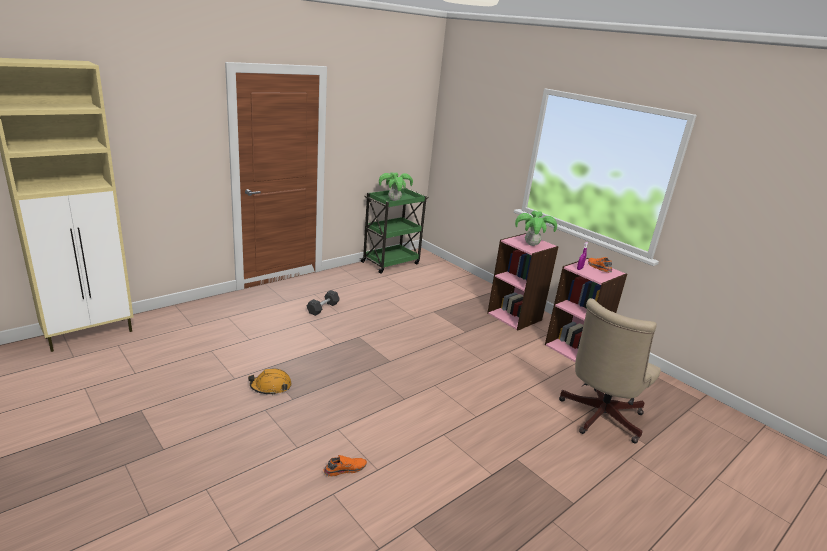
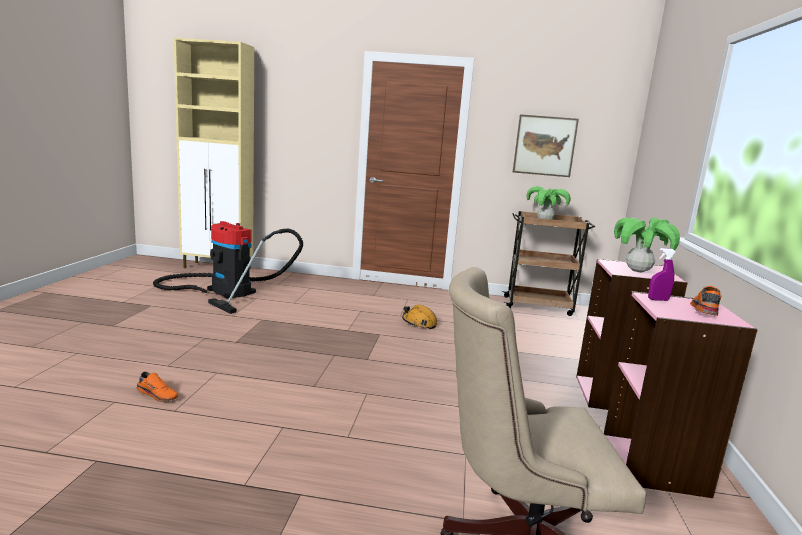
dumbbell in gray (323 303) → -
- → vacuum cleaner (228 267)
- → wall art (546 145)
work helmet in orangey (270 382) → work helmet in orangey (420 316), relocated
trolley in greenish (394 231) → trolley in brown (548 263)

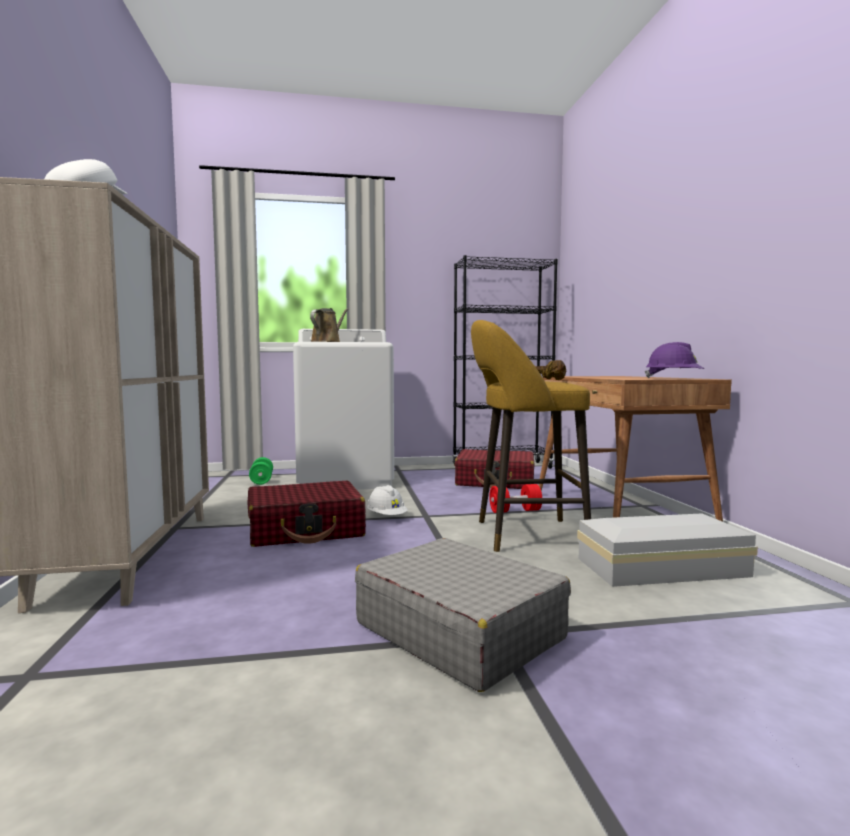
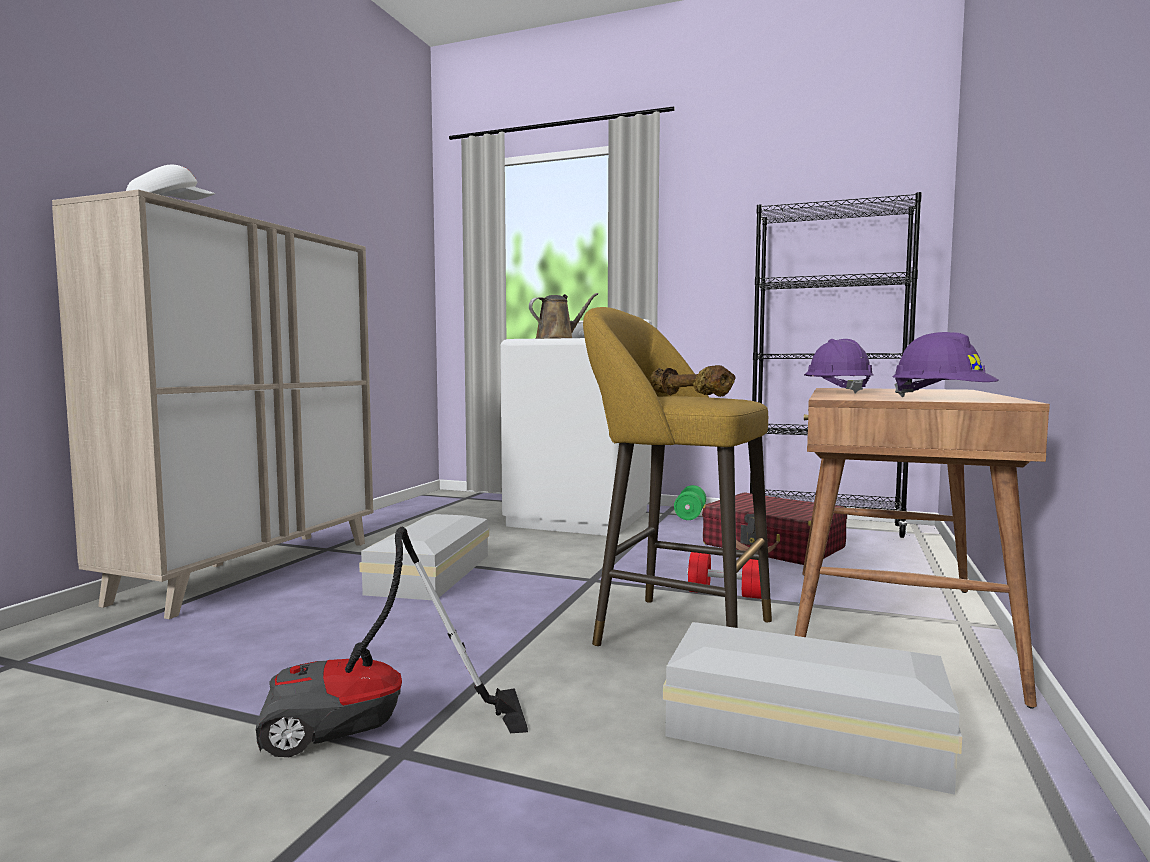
work helmet in white-coloured (387 500) → -
- → work helmet in purple-coloured (838 366)
dumbbell in greenish (261 471) → dumbbell in greenish (690 502), relocated
travel case in reddish (307 514) → storage container in white-coloured (424 557)
travel case in gray (463 615) → vacuum cleaner (391 642)

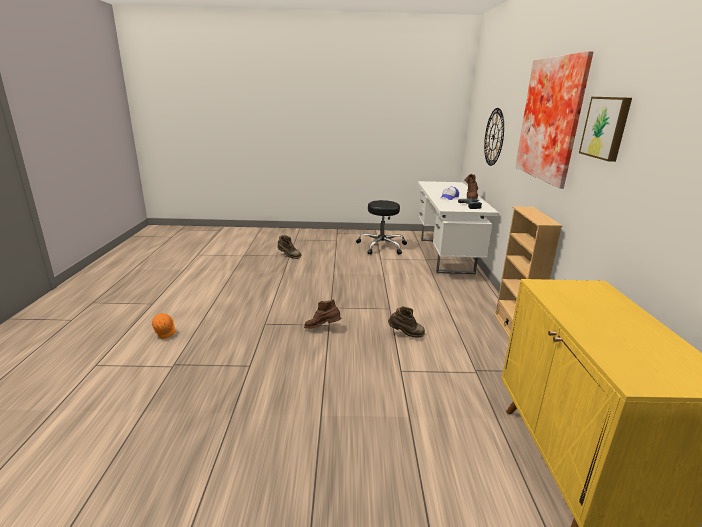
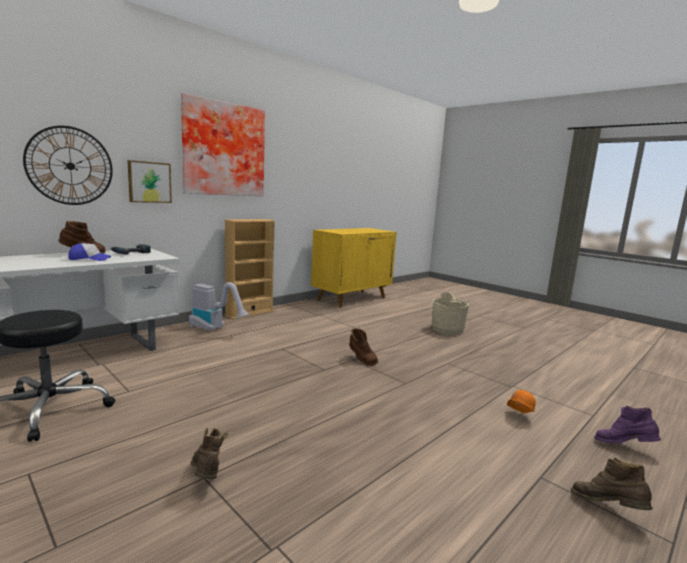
- → vacuum cleaner (219 307)
- → bucket in beige (450 313)
- → tall boot in purple-coloured (627 424)
tall boot in brown (406 321) → tall boot in brown (611 484), relocated
wall art (605 129) → wall art (149 181), relocated

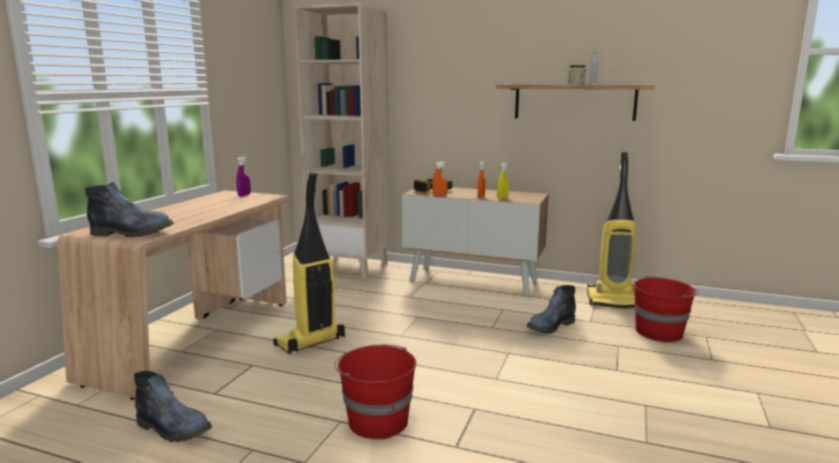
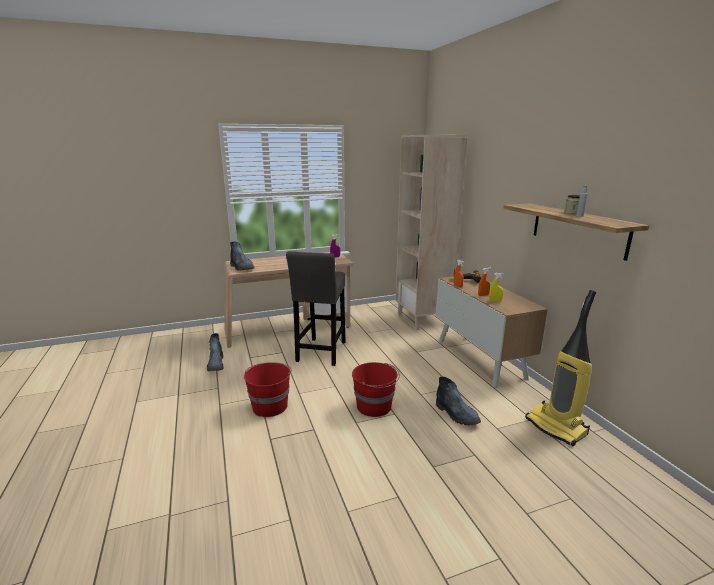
bucket in reddish (666 309) → bucket in reddish (376 389), relocated
vacuum cleaner (309 263) → sitting stool in gray (315 308)
tall boot (551 309) → tall boot (458 401), 135 degrees counterclockwise

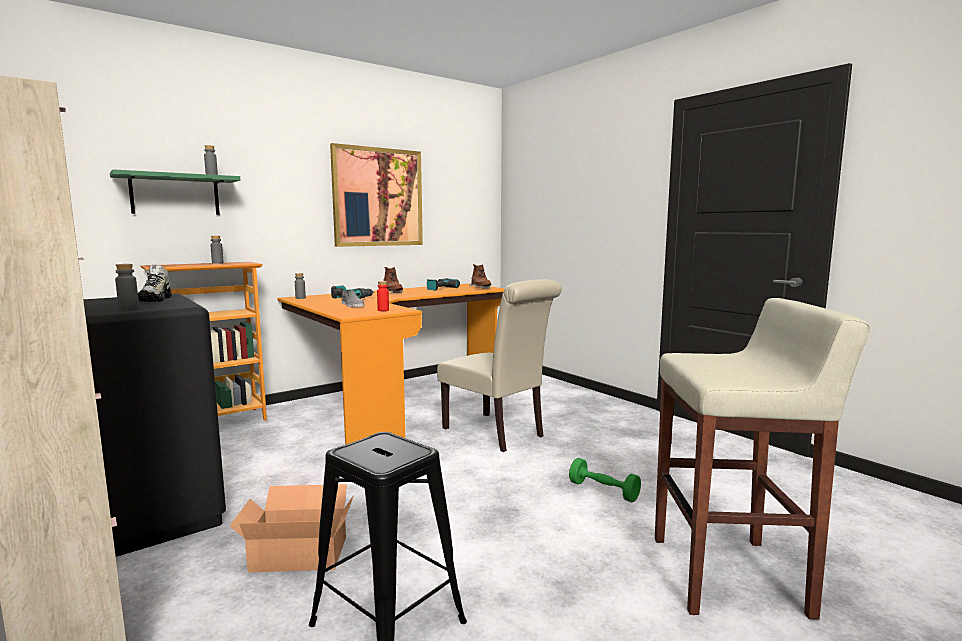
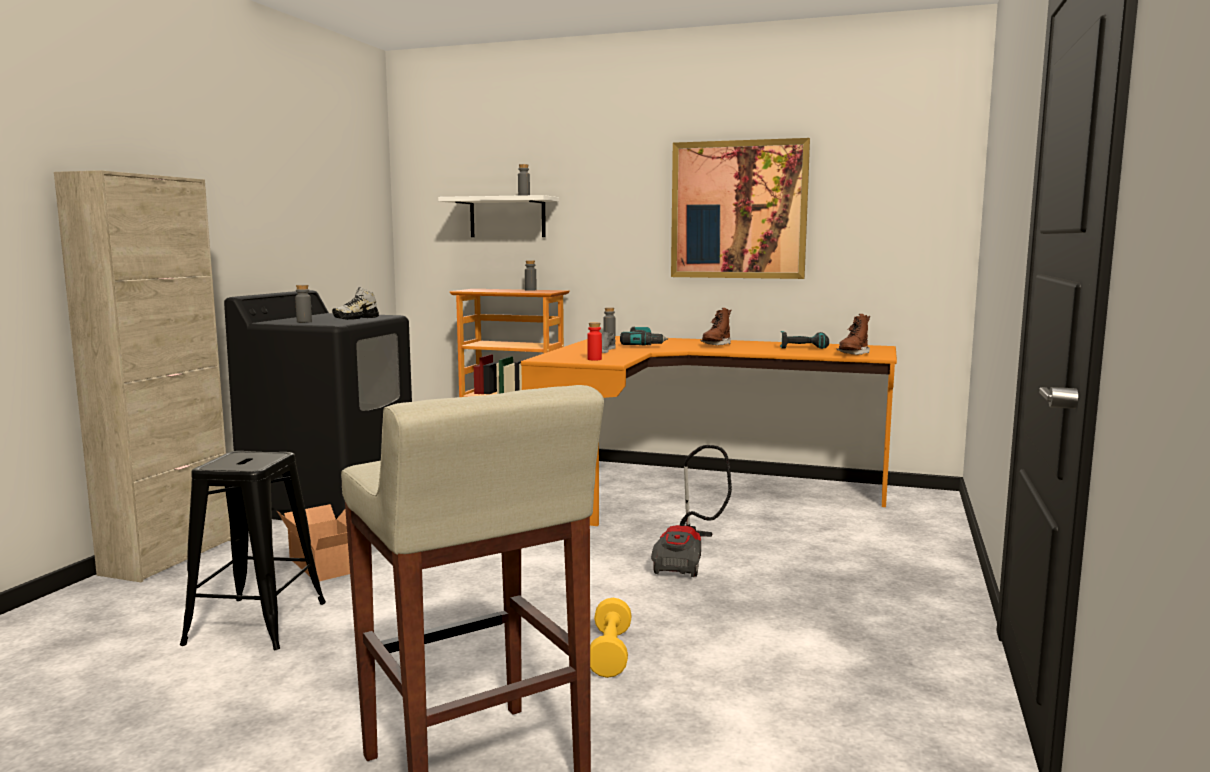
upright chair in beige (499 365) → vacuum cleaner (691 511)
bracket shelf in greenish (175 192) → bracket shelf in white-coloured (498 216)
dumbbell in greenish (605 480) → dumbbell in yellowish (611 638)

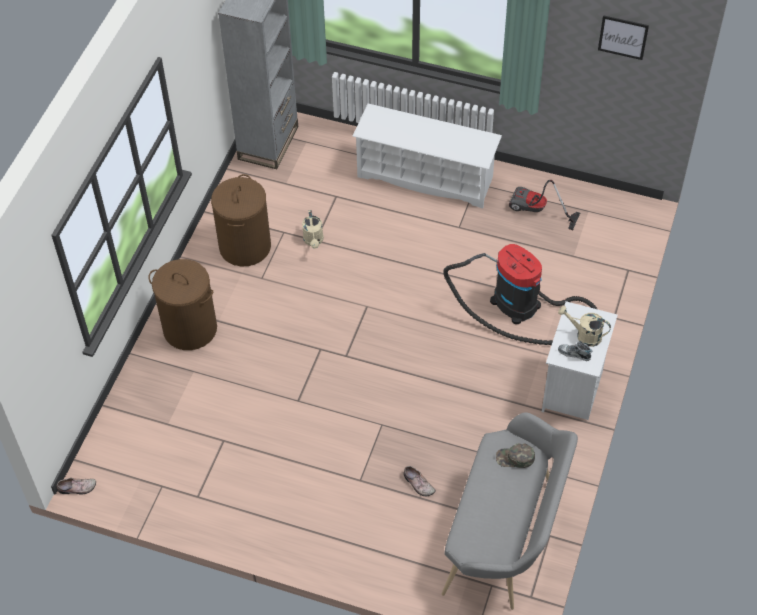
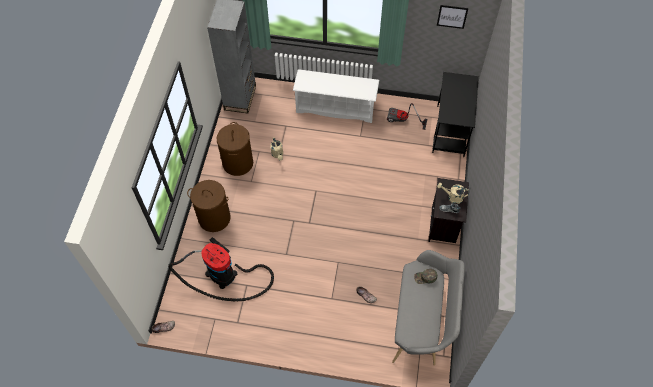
- → desk in black-coloured (455 114)
vacuum cleaner (520 294) → vacuum cleaner (221 269), relocated
nightstand in white-coloured (580 360) → nightstand in black-coloured (448 210)

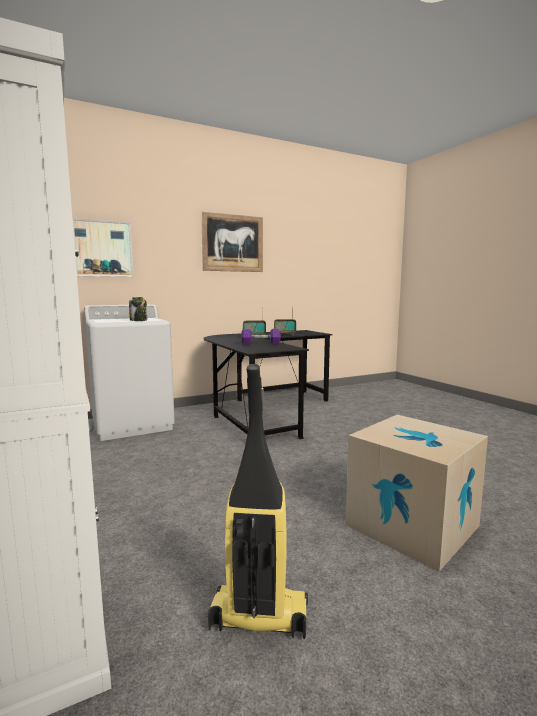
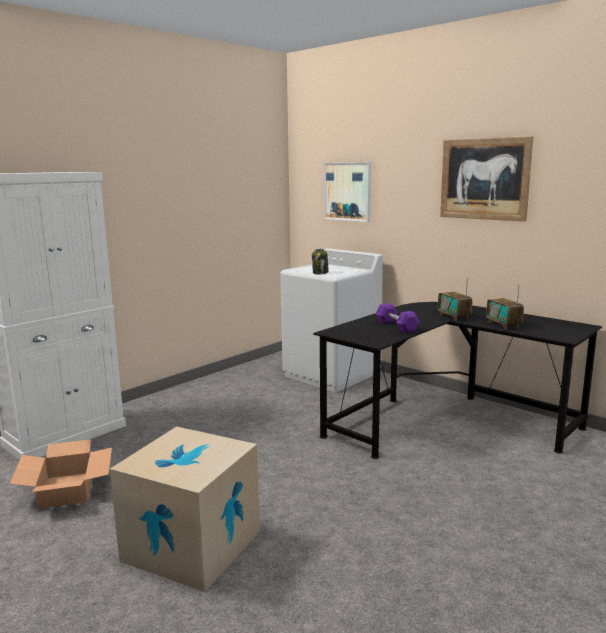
vacuum cleaner (258 501) → packing box (61 474)

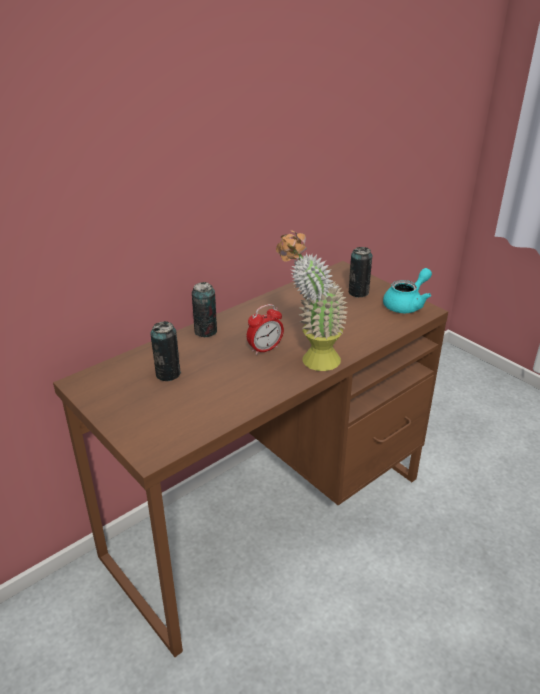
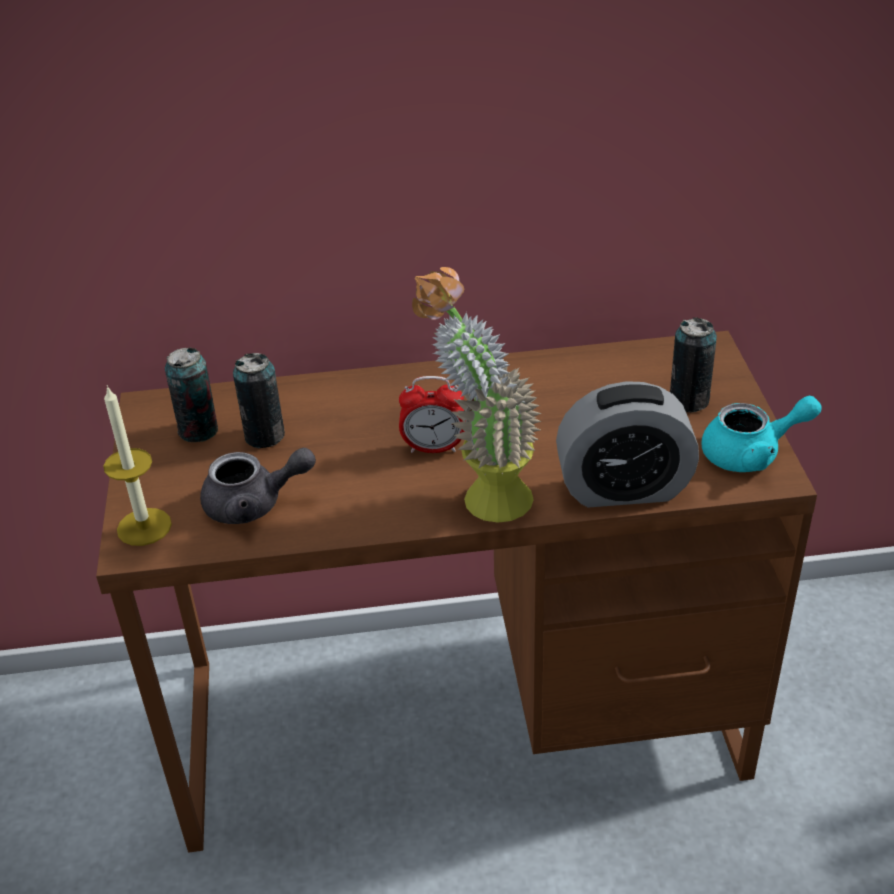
- → candle (137 465)
- → pot for tea in gray (258 486)
- → table clock (627 444)
sealed can (204 309) → sealed can (191 395), relocated

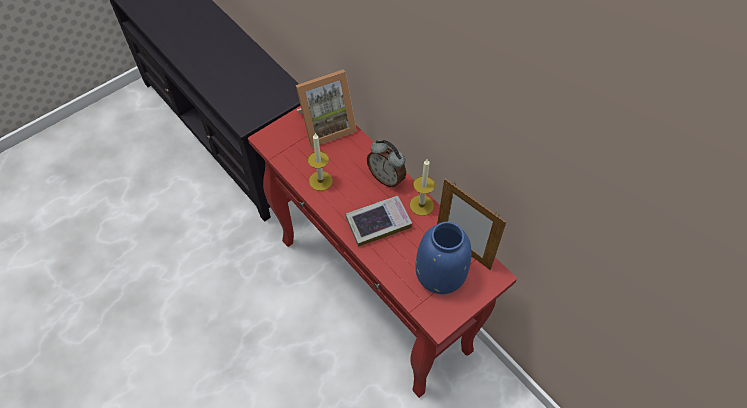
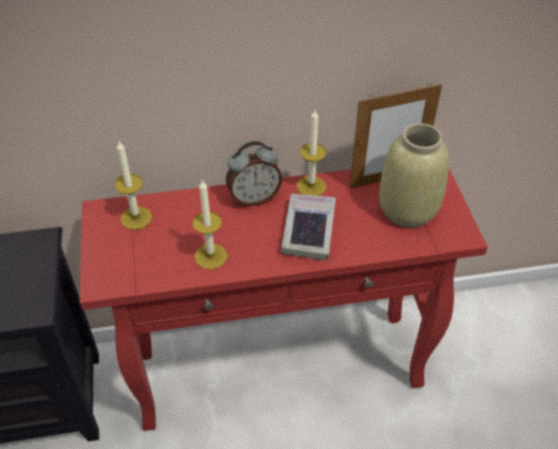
picture frame (326 108) → candle (133 185)
decorative vase in blue-coloured (443 258) → decorative vase in beige (414 175)

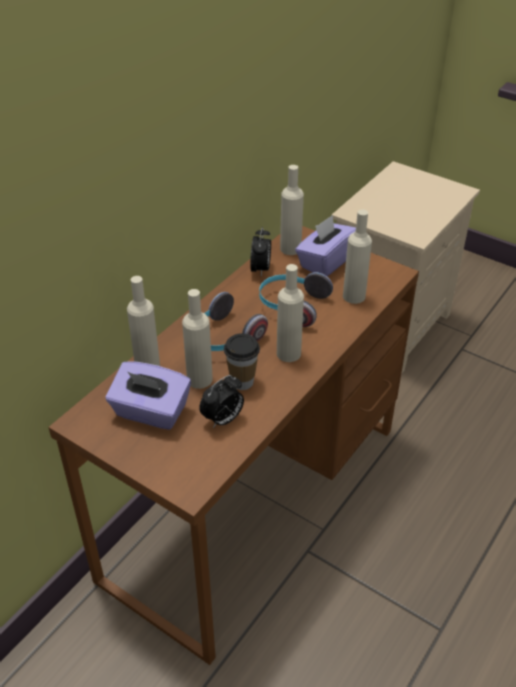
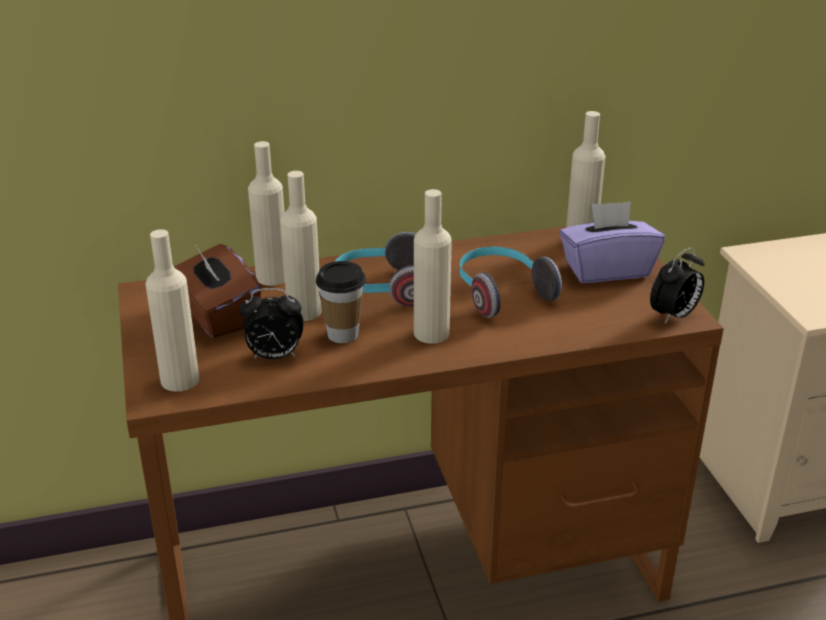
table clock (260 251) → table clock (677 285), relocated
bottle in beige (357 256) → bottle in beige (172 310), relocated
tissue box in purple-coloured (148 395) → tissue box in brown (217 291)

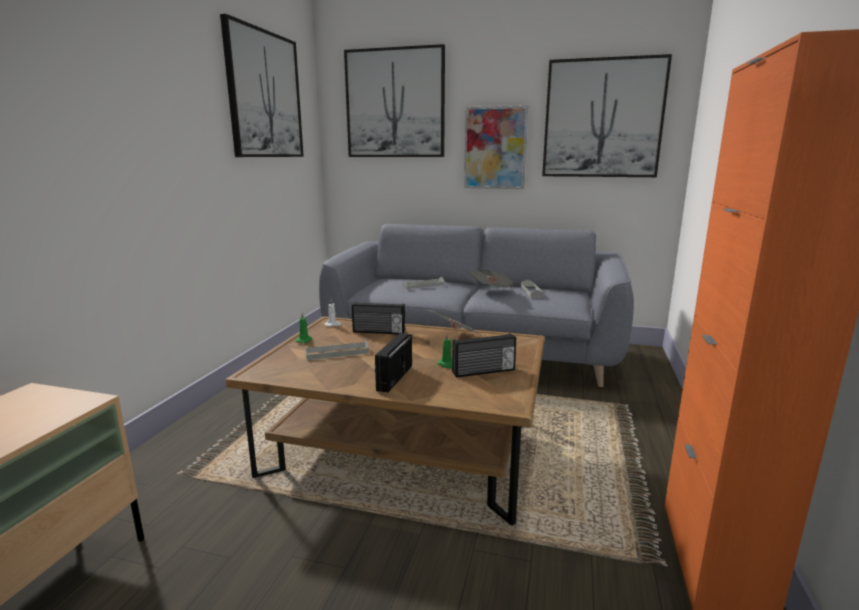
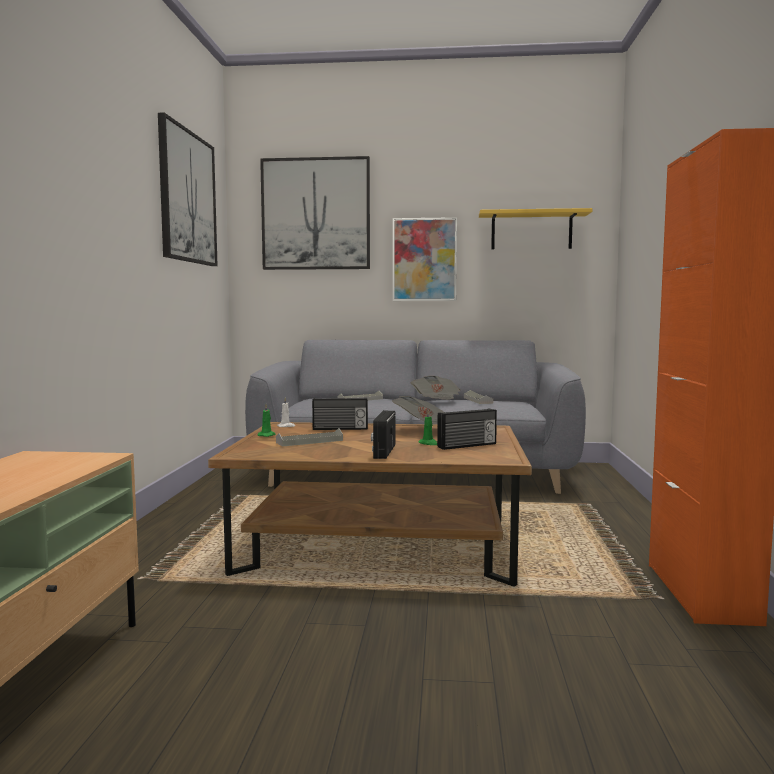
wall art (607 115) → bracket shelf in yellowish (536 228)

